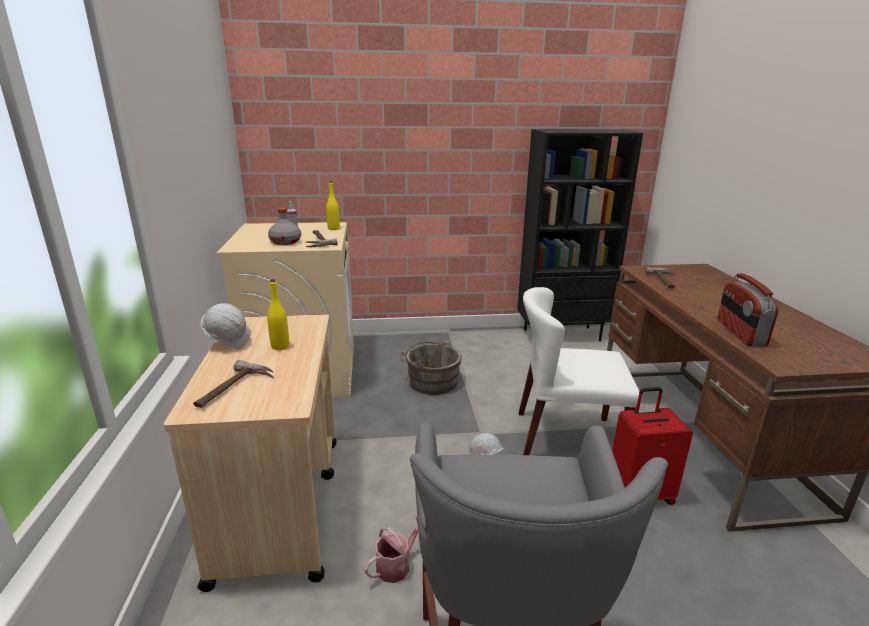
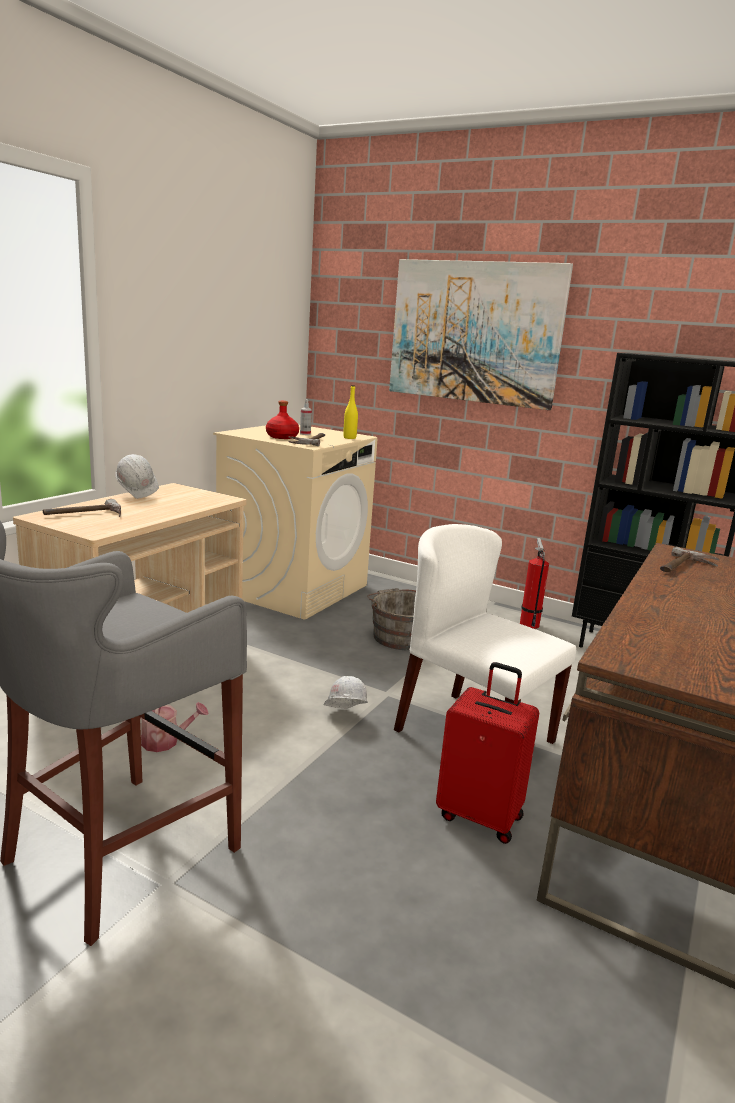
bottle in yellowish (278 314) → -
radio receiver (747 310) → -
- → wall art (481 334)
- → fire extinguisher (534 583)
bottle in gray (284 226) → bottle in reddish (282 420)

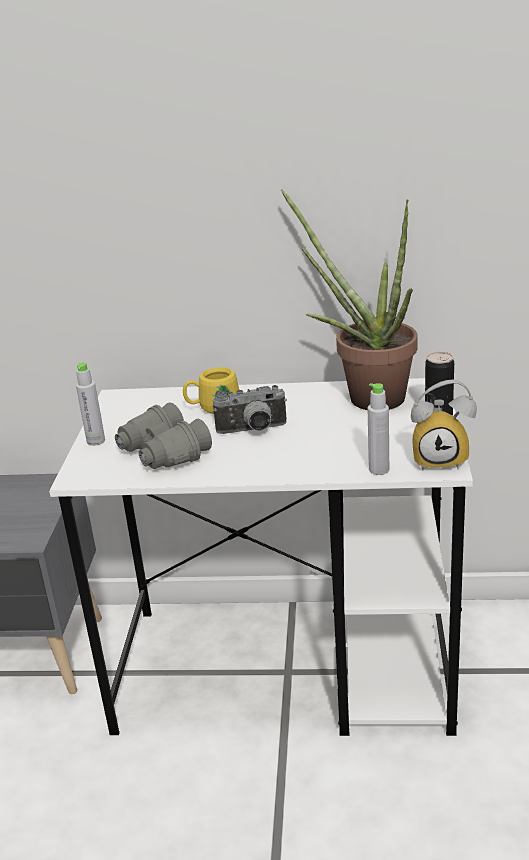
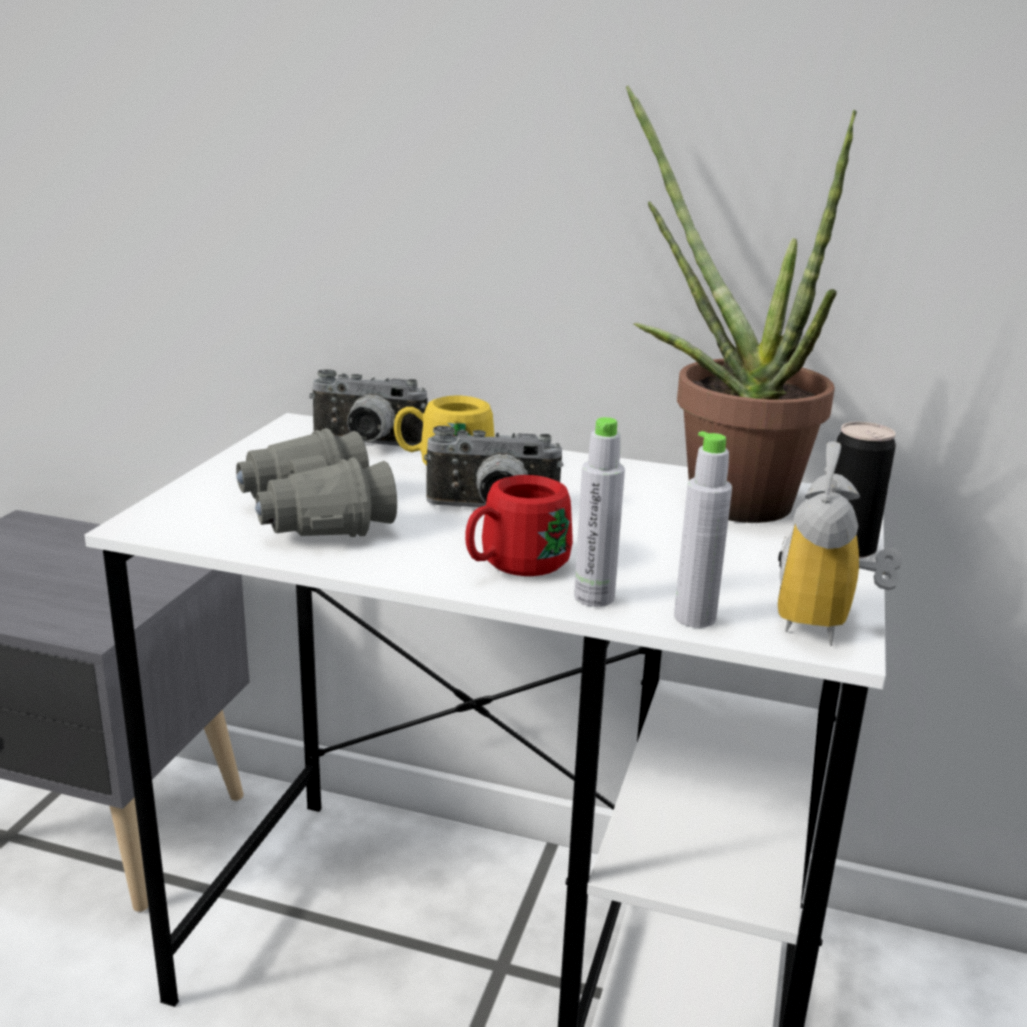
- → still camera (368 407)
- → mug in reddish (519 525)
bottle in gray (90 404) → bottle in gray (599 512), relocated
table clock (444 425) → table clock (840 544), 90 degrees clockwise

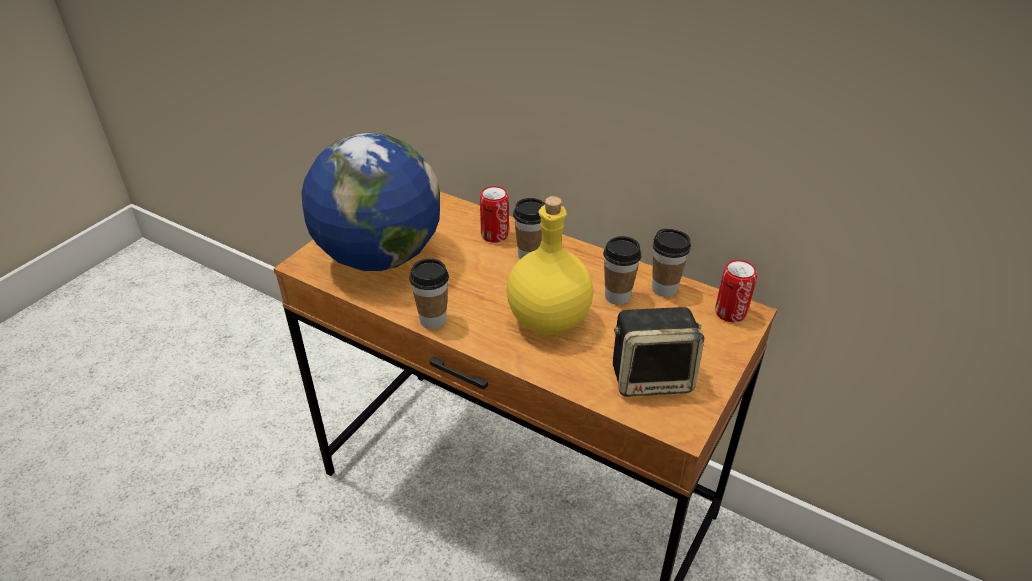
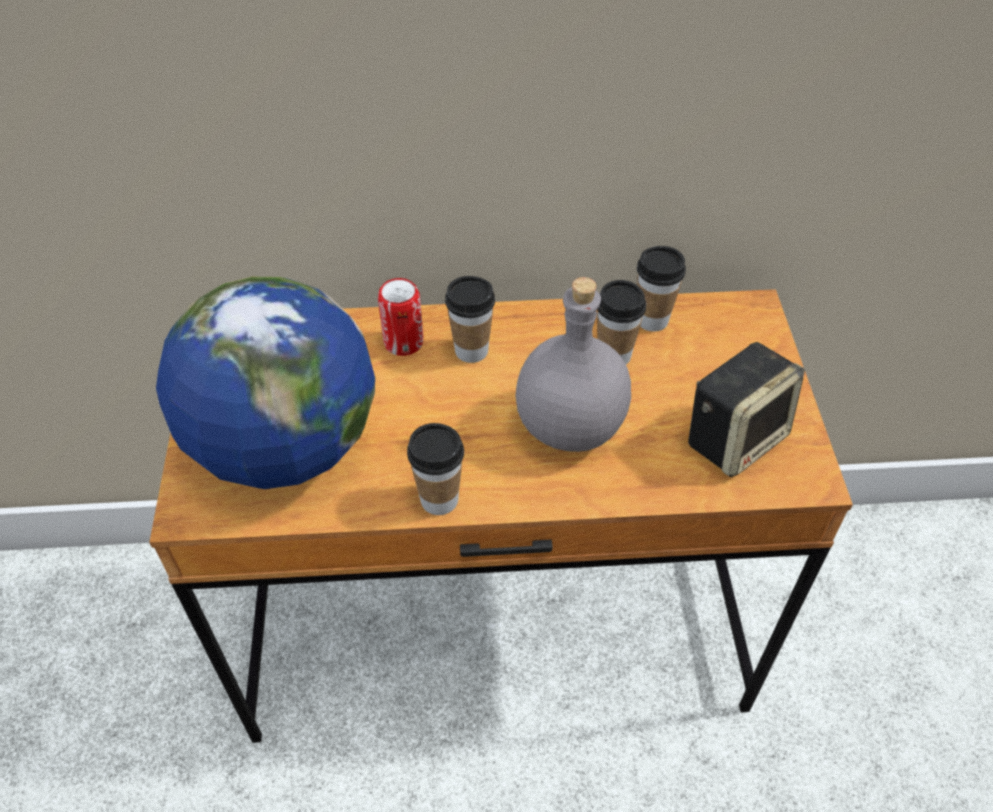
sealed can (736 291) → -
bottle in yellowish (549 265) → bottle in gray (573 364)

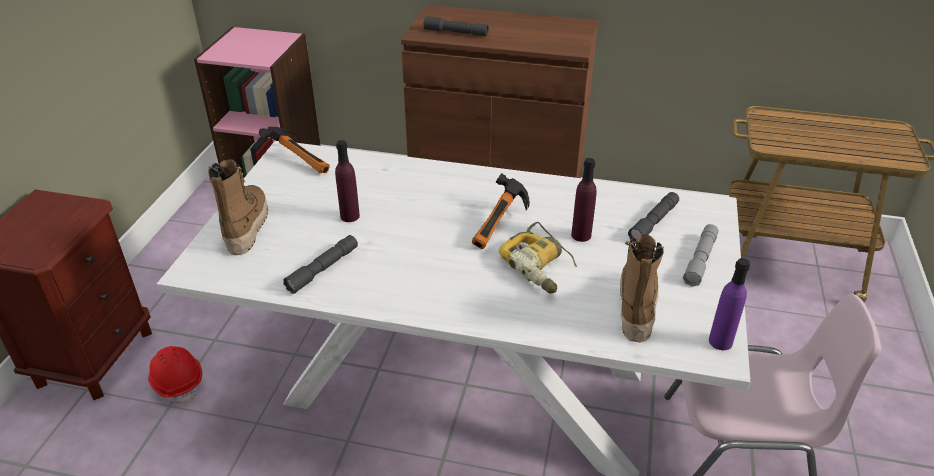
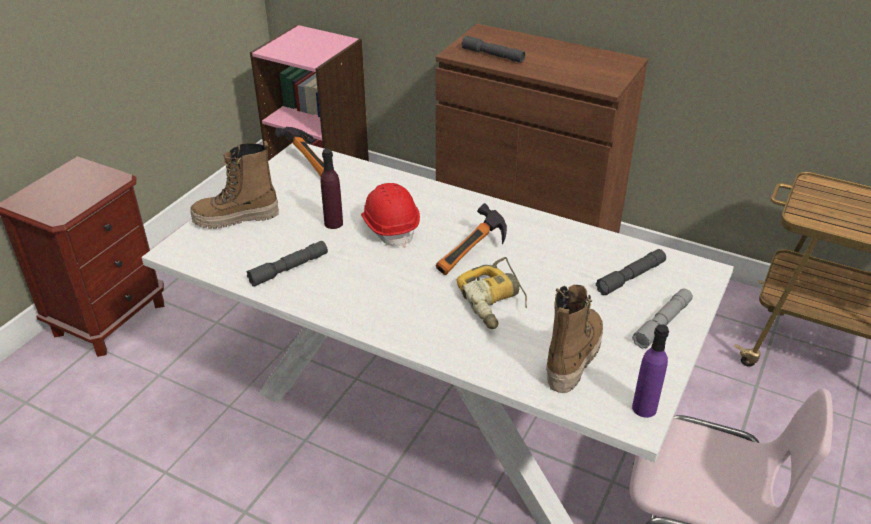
bottle in purple-coloured (584 200) → -
work helmet in reddish (175 375) → work helmet in reddish (390 215), relocated
tall boot (238 207) → tall boot (234 185), 120 degrees counterclockwise

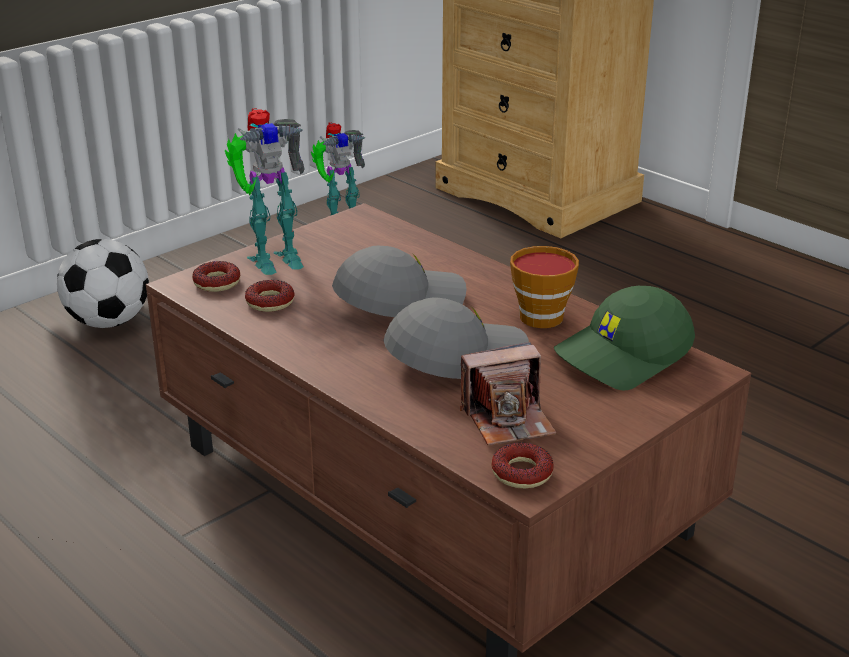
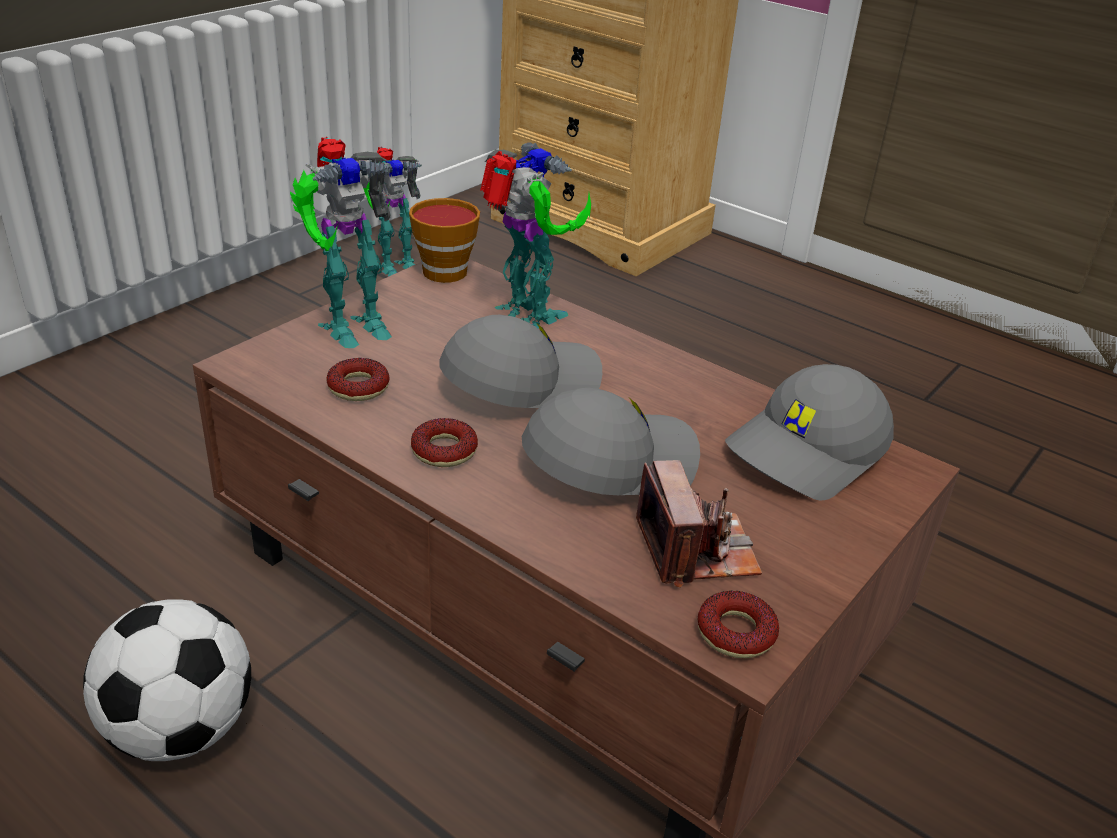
- → model robot (535 235)
football (103 283) → football (167 680), relocated
ring doughnut (216 276) → ring doughnut (444 442), relocated
drinking cup (544 287) → drinking cup (444 240), relocated
peaked cap in greenish (624 338) → peaked cap in gray (809 432)
still camera (508 394) → still camera (699 523), 75 degrees counterclockwise

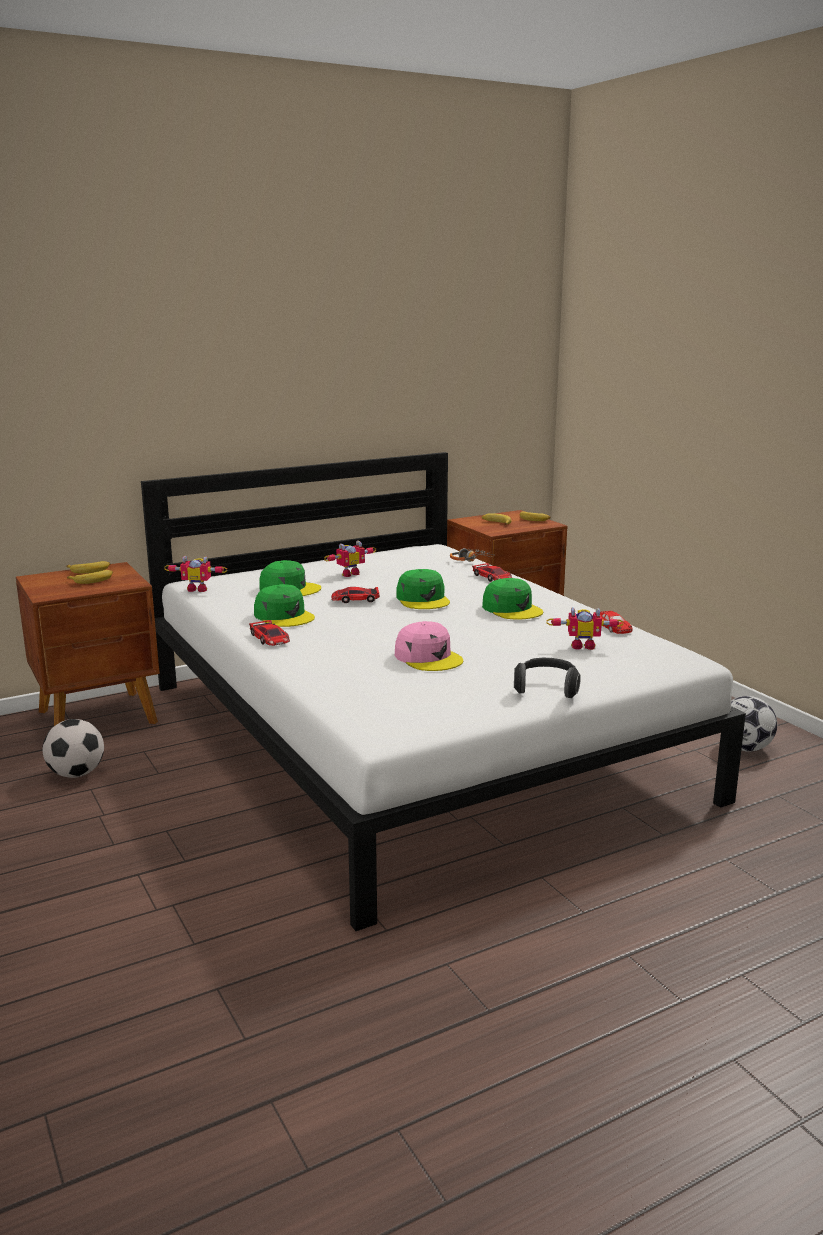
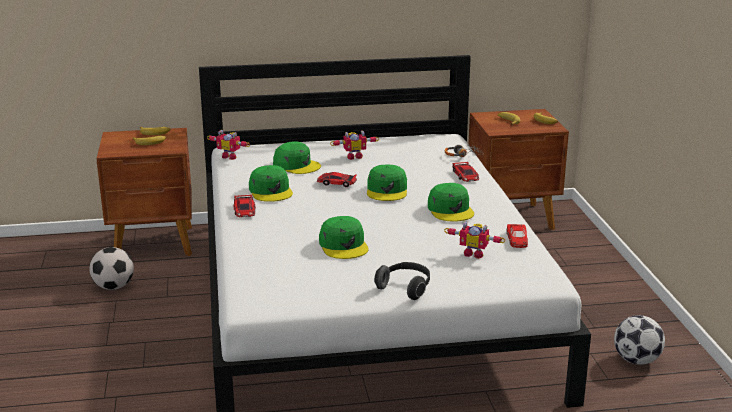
peaked cap in pinkish (429 646) → peaked cap in greenish (344 237)

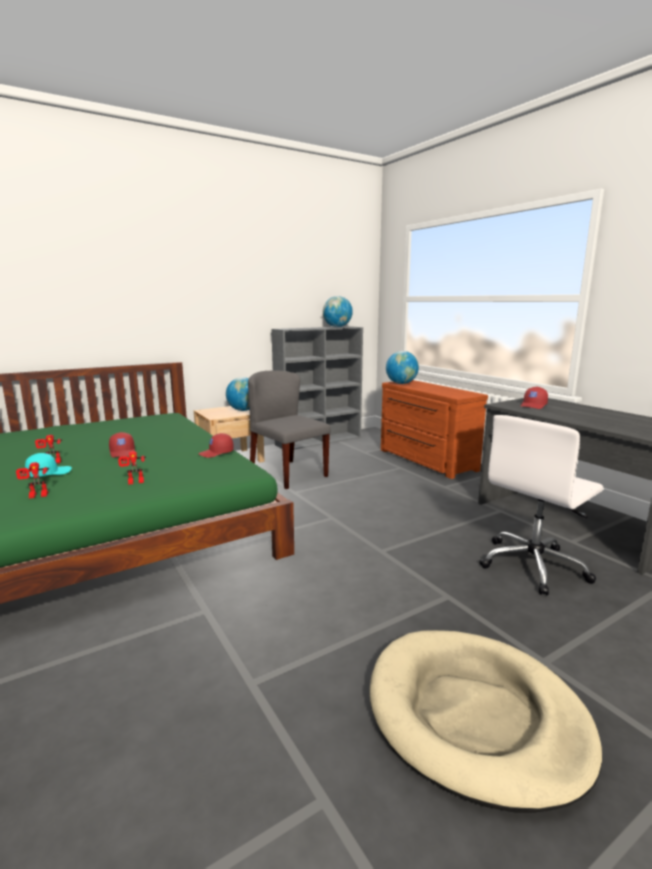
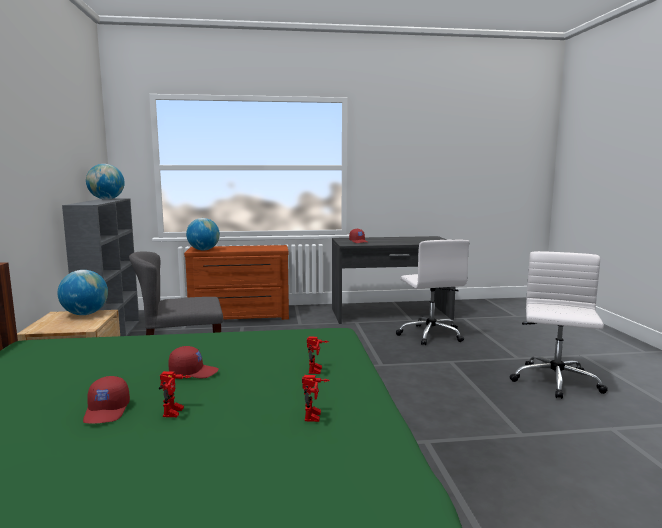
peaked cap in turquoise (48 465) → -
peaked cap in reddish (216 445) → peaked cap in reddish (106 400), relocated
pet bed in beige (486 721) → computer chair in white-coloured (559 325)

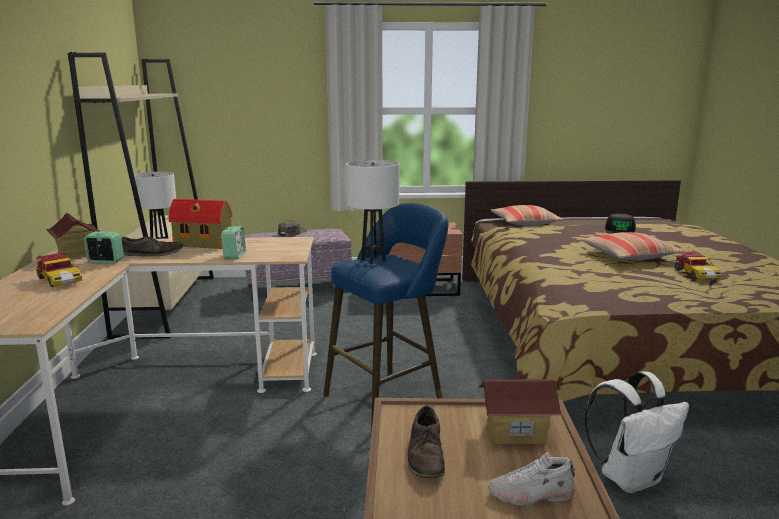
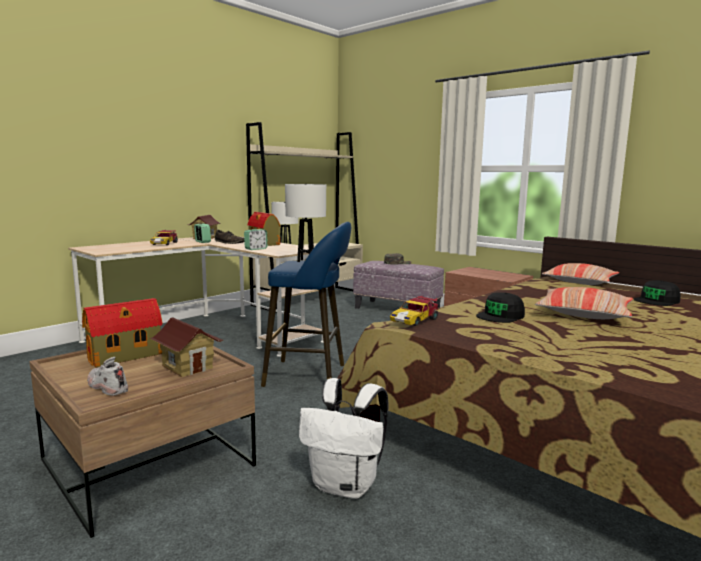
- → peaked cap in black-coloured (500 307)
model car (698 264) → model car (414 311), relocated
shoe in brown (426 442) → toy house (122 333)

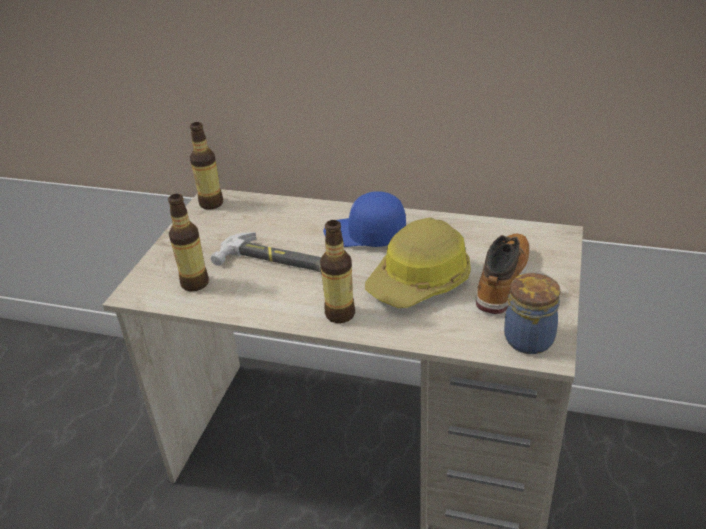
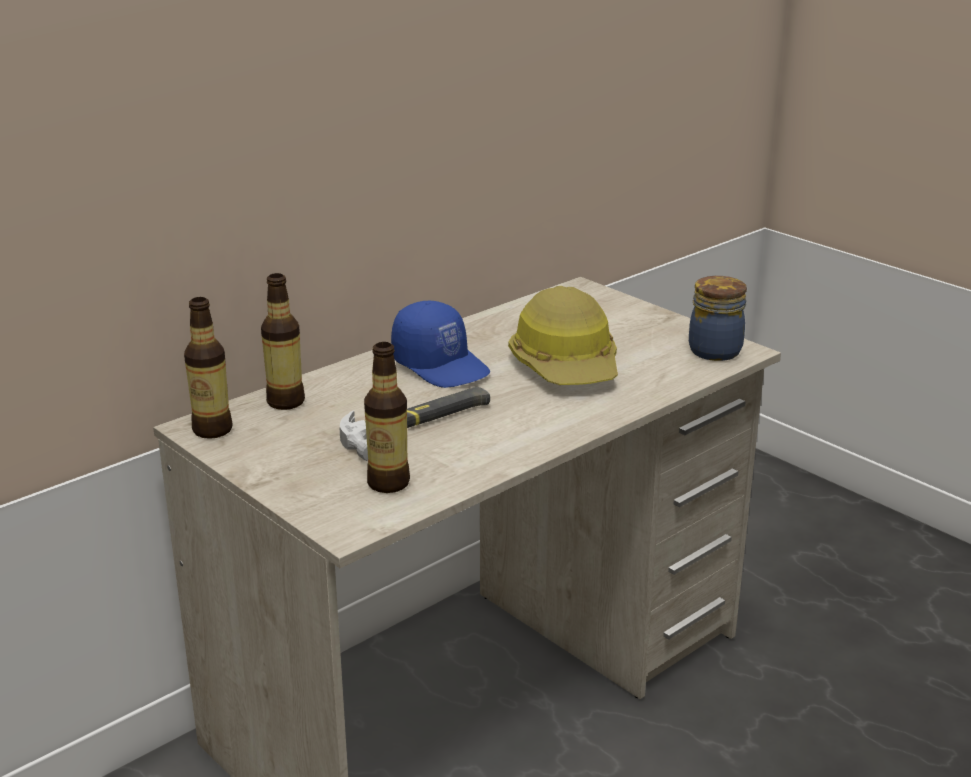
tall boot (503 274) → -
bottle (337 271) → bottle (283 341), relocated
peaked cap in blue-coloured (364 219) → peaked cap in blue-coloured (440 344), 90 degrees counterclockwise

